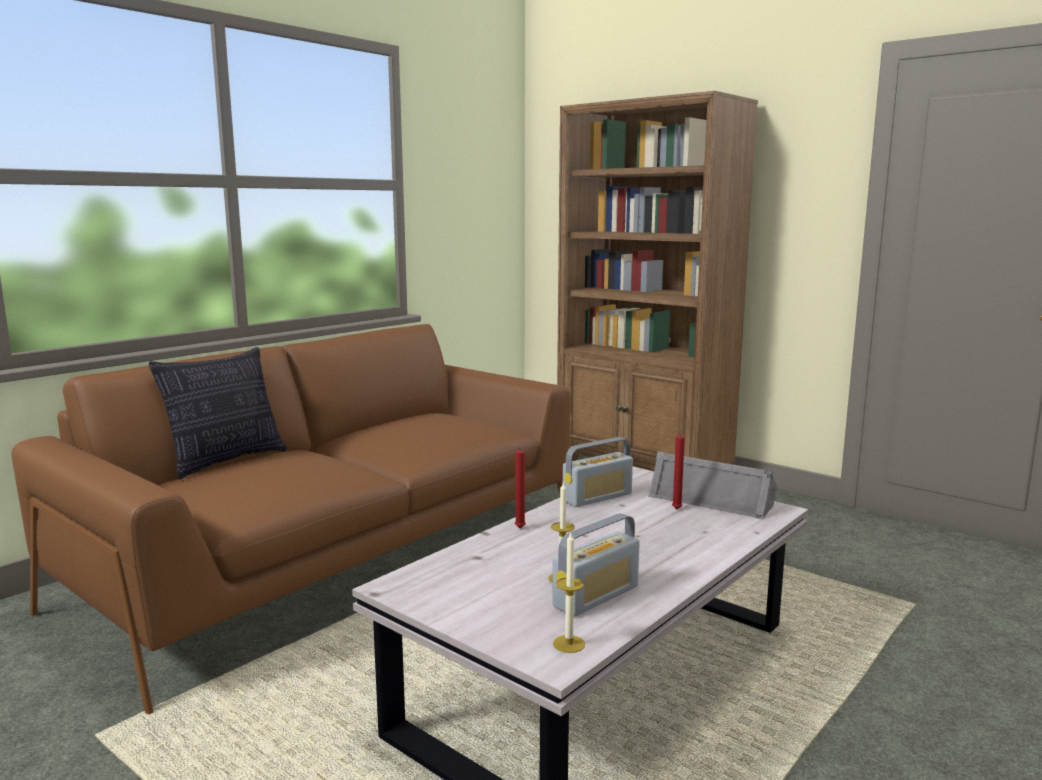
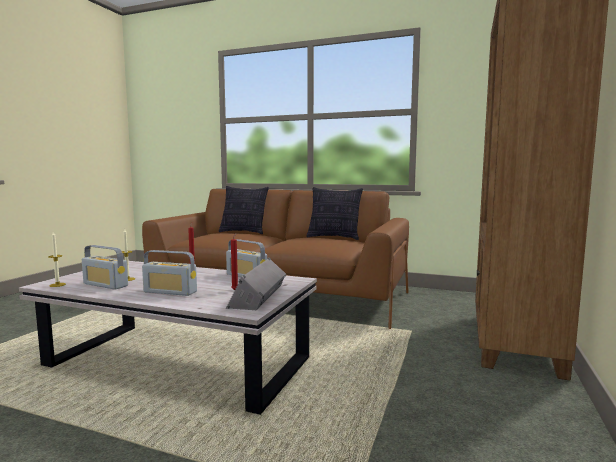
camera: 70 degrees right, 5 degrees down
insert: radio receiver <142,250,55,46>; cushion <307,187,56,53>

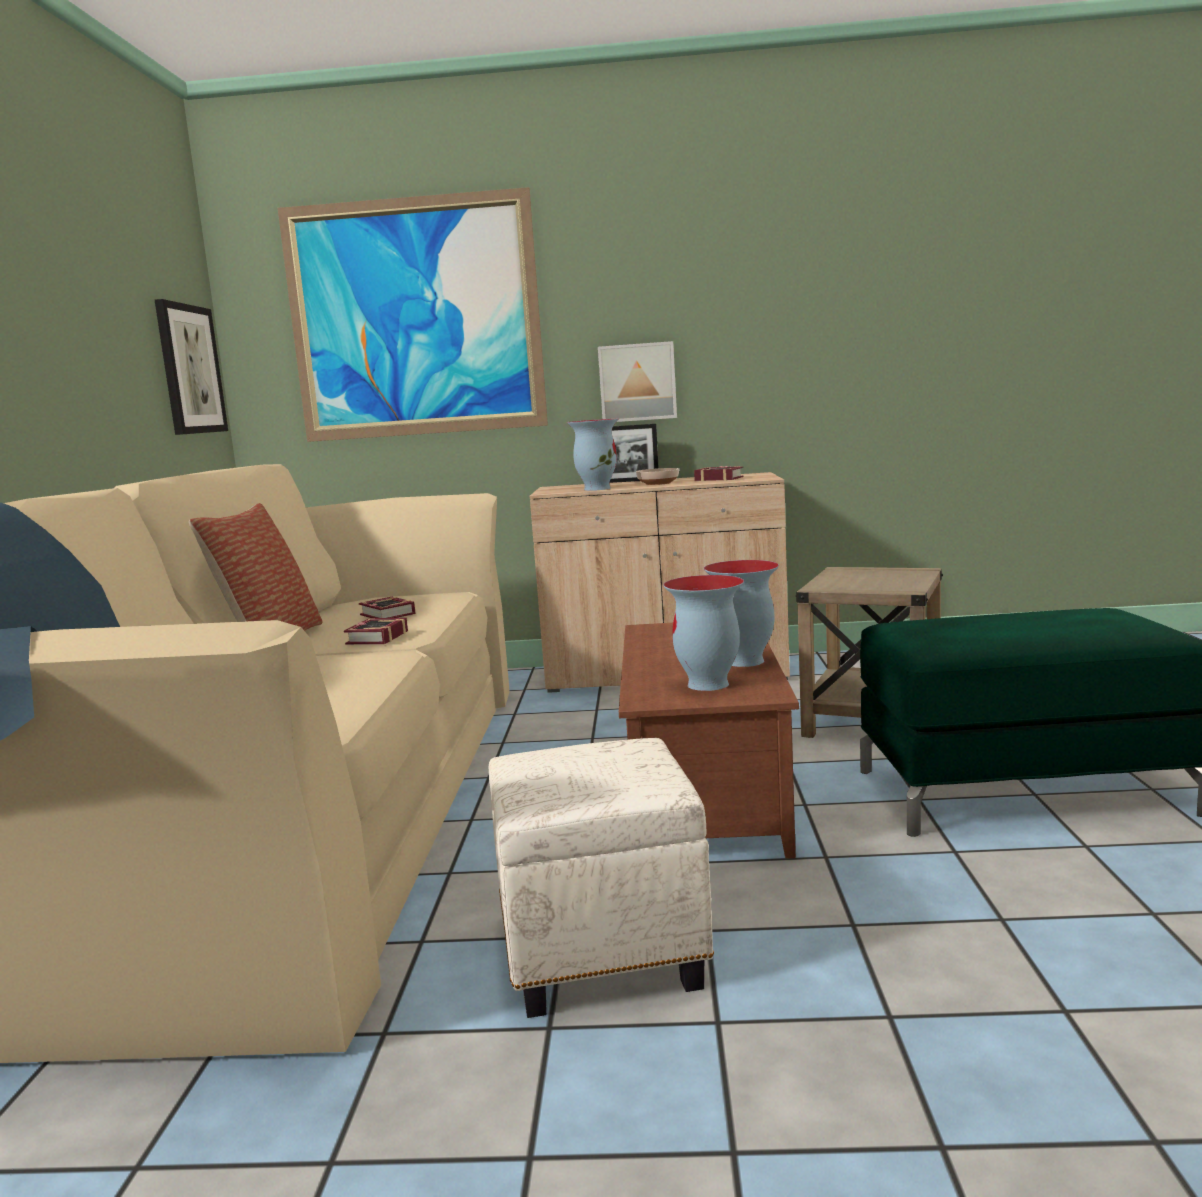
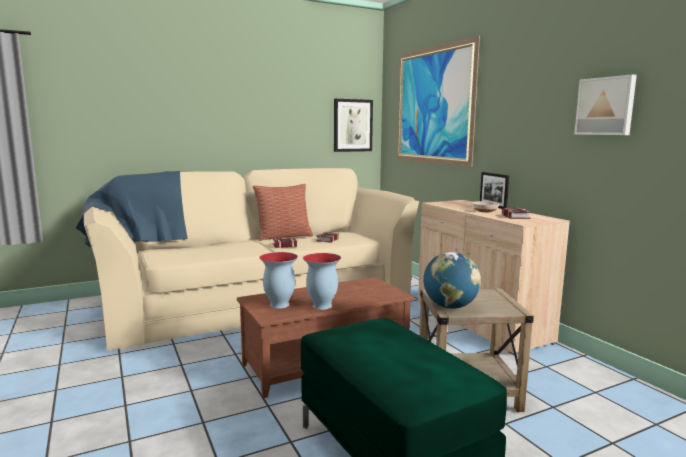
camera: 60 degrees right, 0 degrees up
delete: white pouffe <489,738,225,280>; vase <567,419,51,72>
insert: desk globe <423,252,58,57>
move: picture <598,341,79,81> to <574,74,63,61>

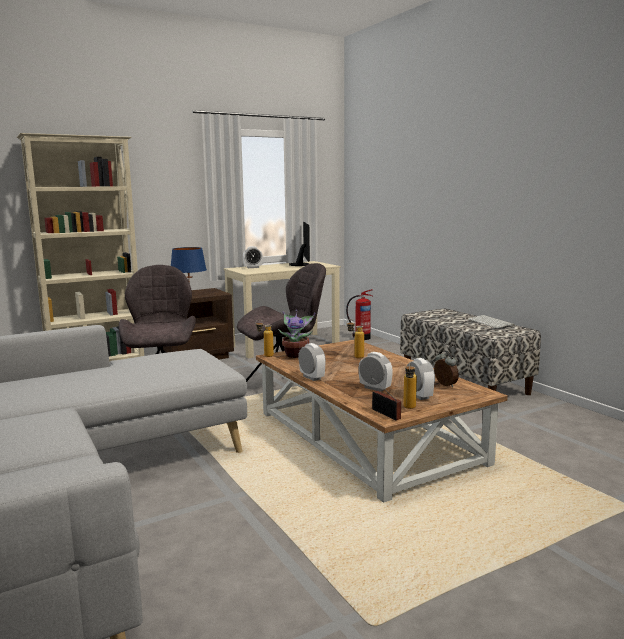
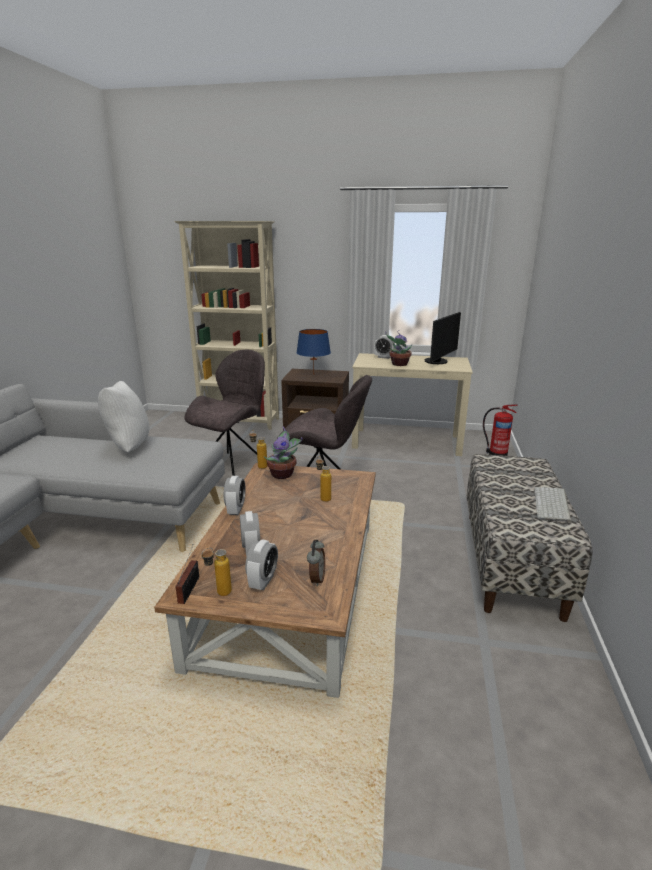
camera: 40 degrees right, 10 degrees up
insert: white cushion <98,381,51,71>; plant in a pot <385,330,27,36>

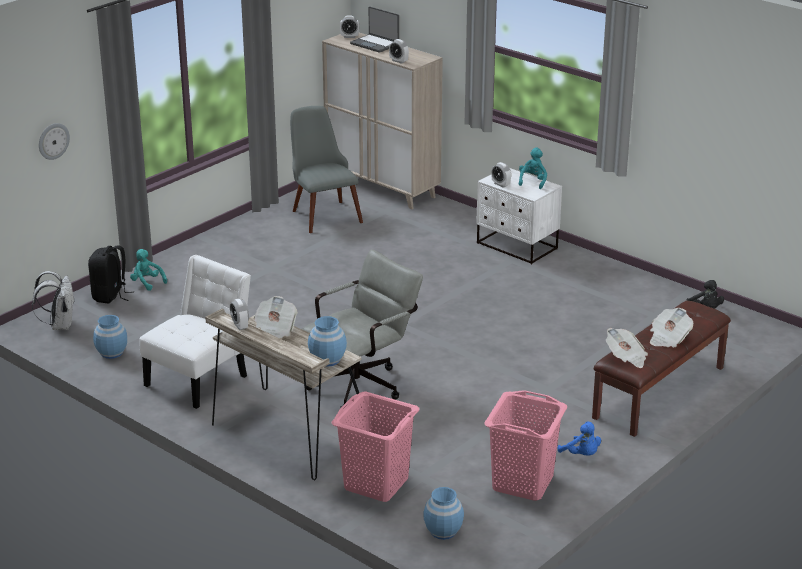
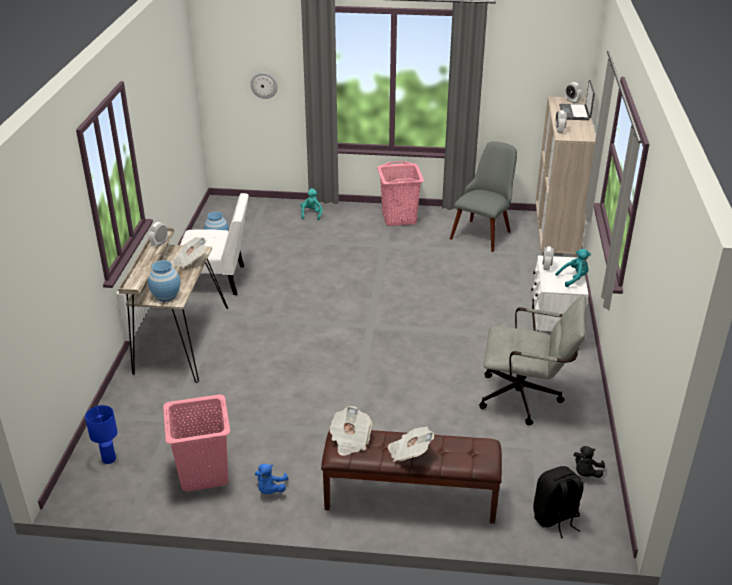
camera: 55 degrees right, 5 degrees up
delete: white rucksack <32,271,42,59>
move: black-coloured rucksack <88,245,46,59> to <533,466,51,72>; gray desk chair <302,249,121,160> to <479,295,107,130>; pinkish hamper <331,391,88,111> to <377,161,47,65>
replace: blue vase <423,487,41,53> to blue table lamp <85,405,33,59>

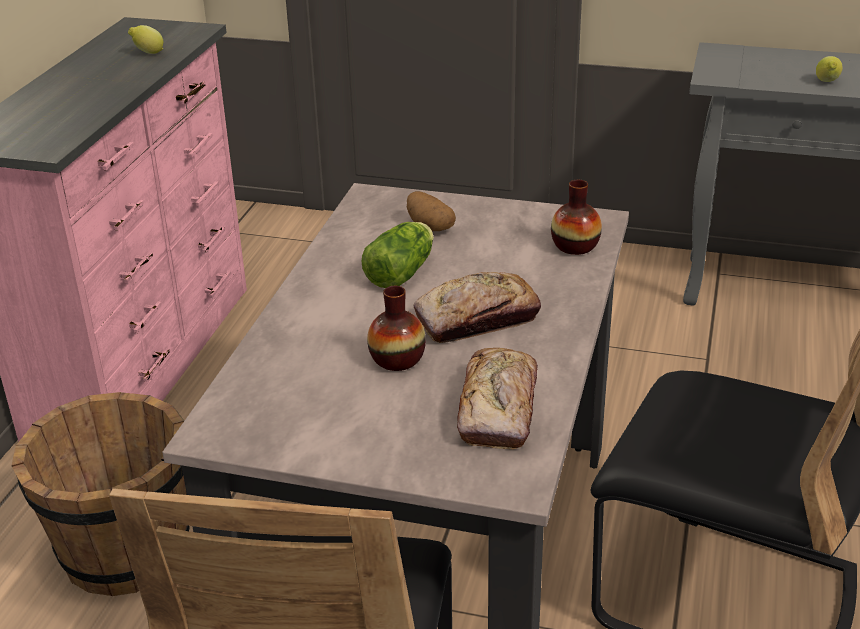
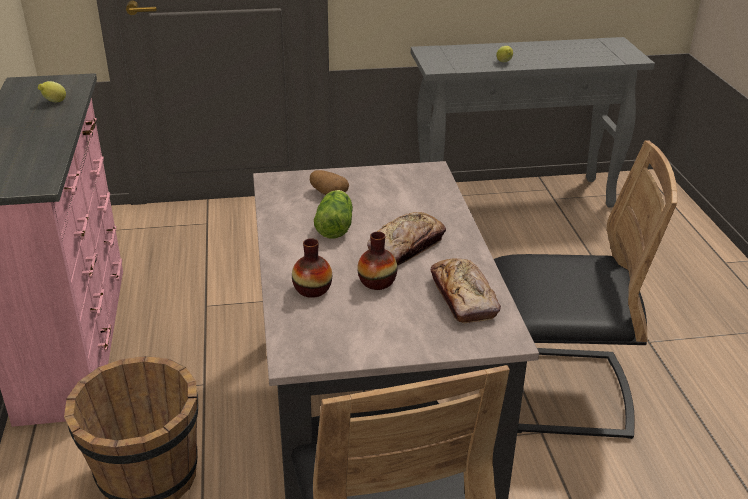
camera: 25 degrees left, 0 degrees up
move: vase <551,180,51,75> to <292,238,40,60>

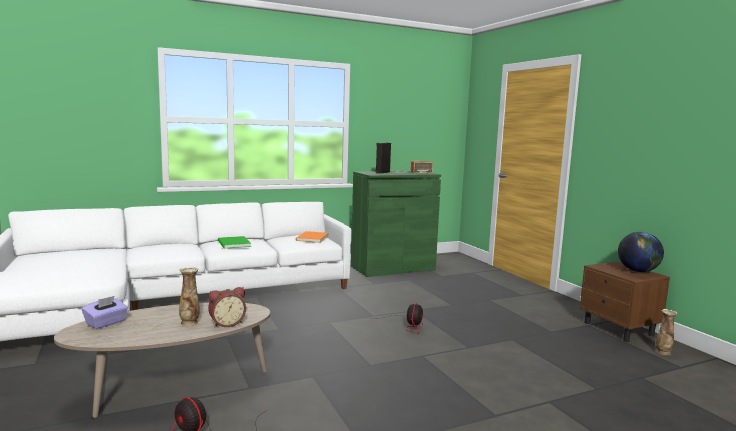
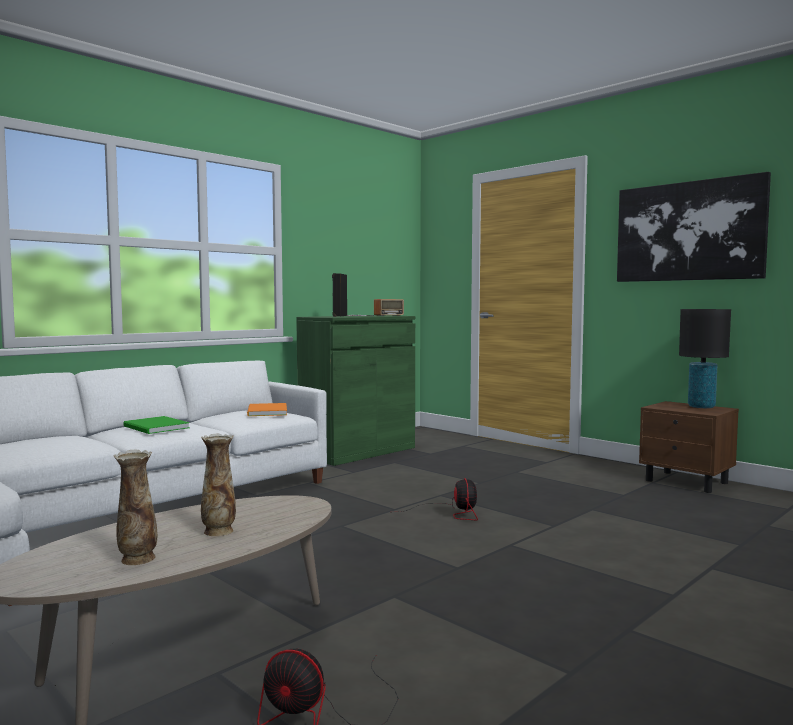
camera: 20 degrees left, 5 degrees down
delete: purplish tissue box <82,296,46,33>; bedside clock <208,287,38,41>
insert: picture <617,172,154,110>
move: vase <656,309,21,46> to <114,449,43,116>
replace: desk globe <618,232,46,40> to black-coloured table lamp <679,309,52,99>

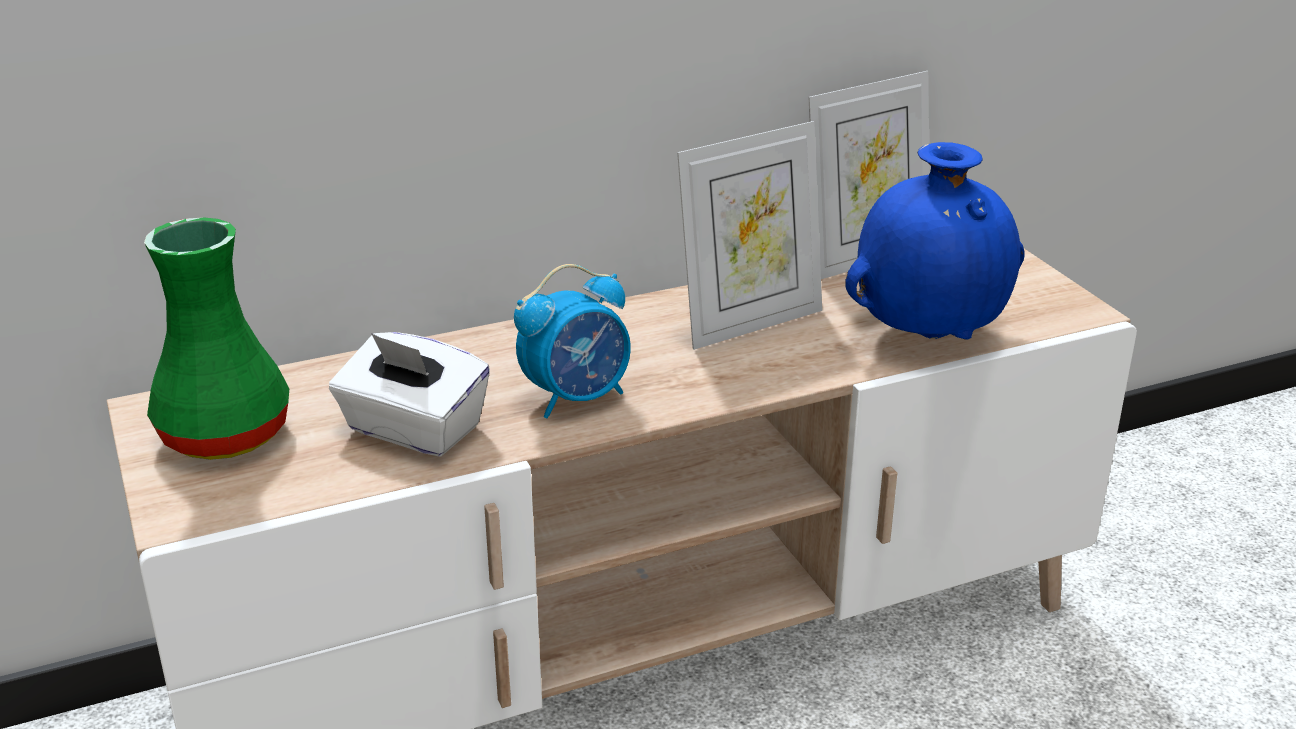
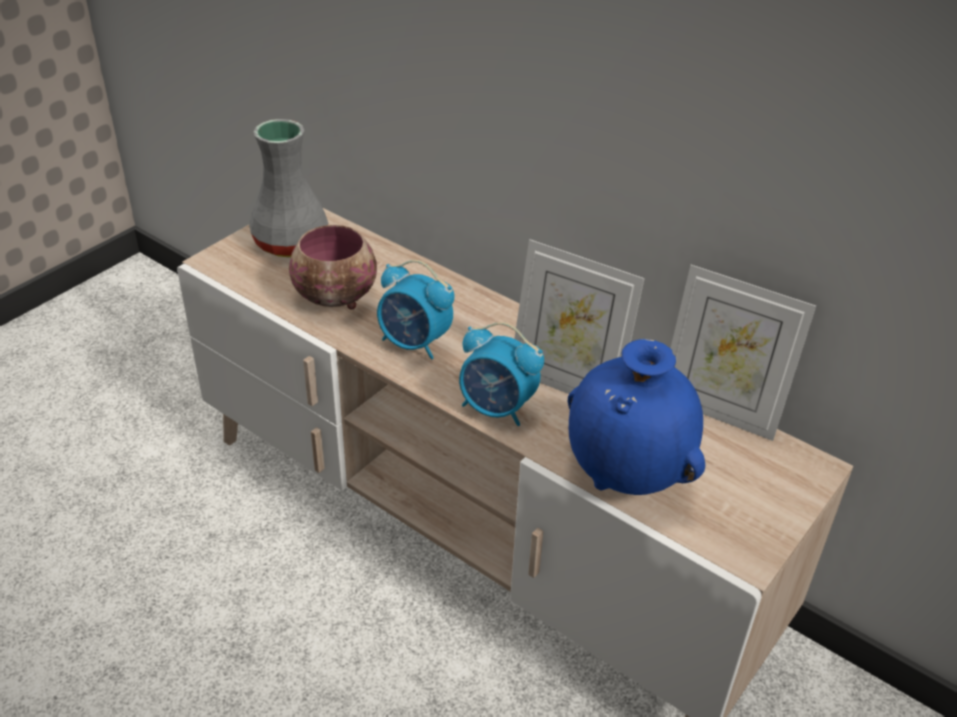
camera: 60 degrees right, 10 degrees up
insert: bedside clock <459,322,85,104>
replace: white tissue box <329,332,161,124> to bowl <289,225,88,84>
recolor: green-coloured vase <144,217,145,243> to gray vase <249,119,79,138>

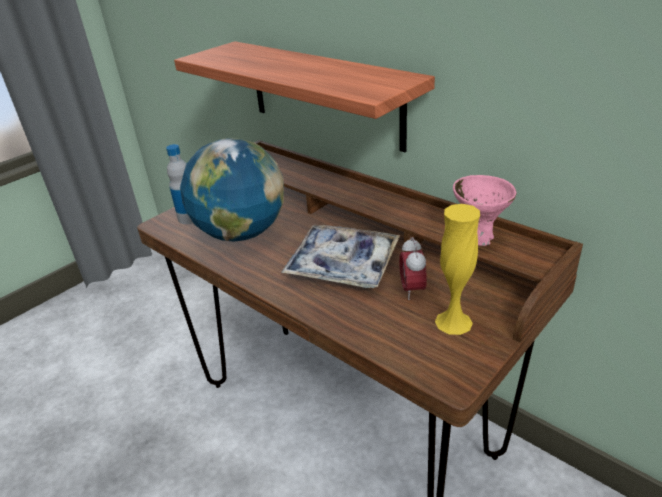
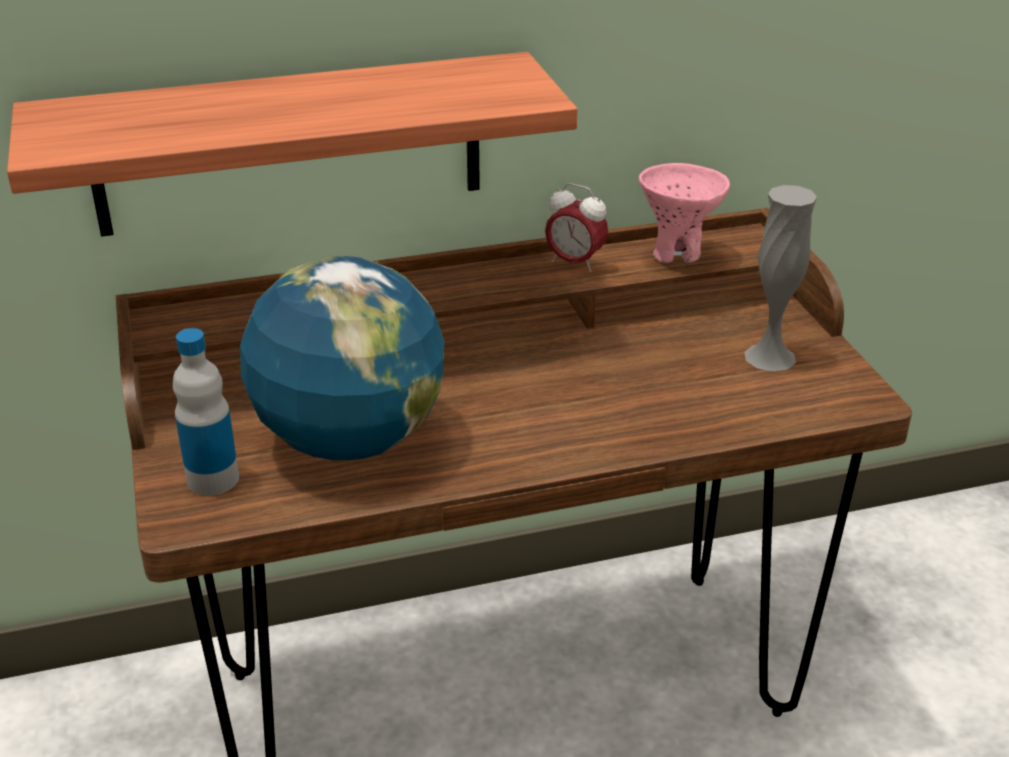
camera: 60 degrees left, 0 degrees up
delete: tray <281,225,119,63>
move: bedside clock <399,237,28,63> to <545,183,63,89>
recolor: yellow-coloured vase <435,204,45,131> to gray vase <745,185,72,187>

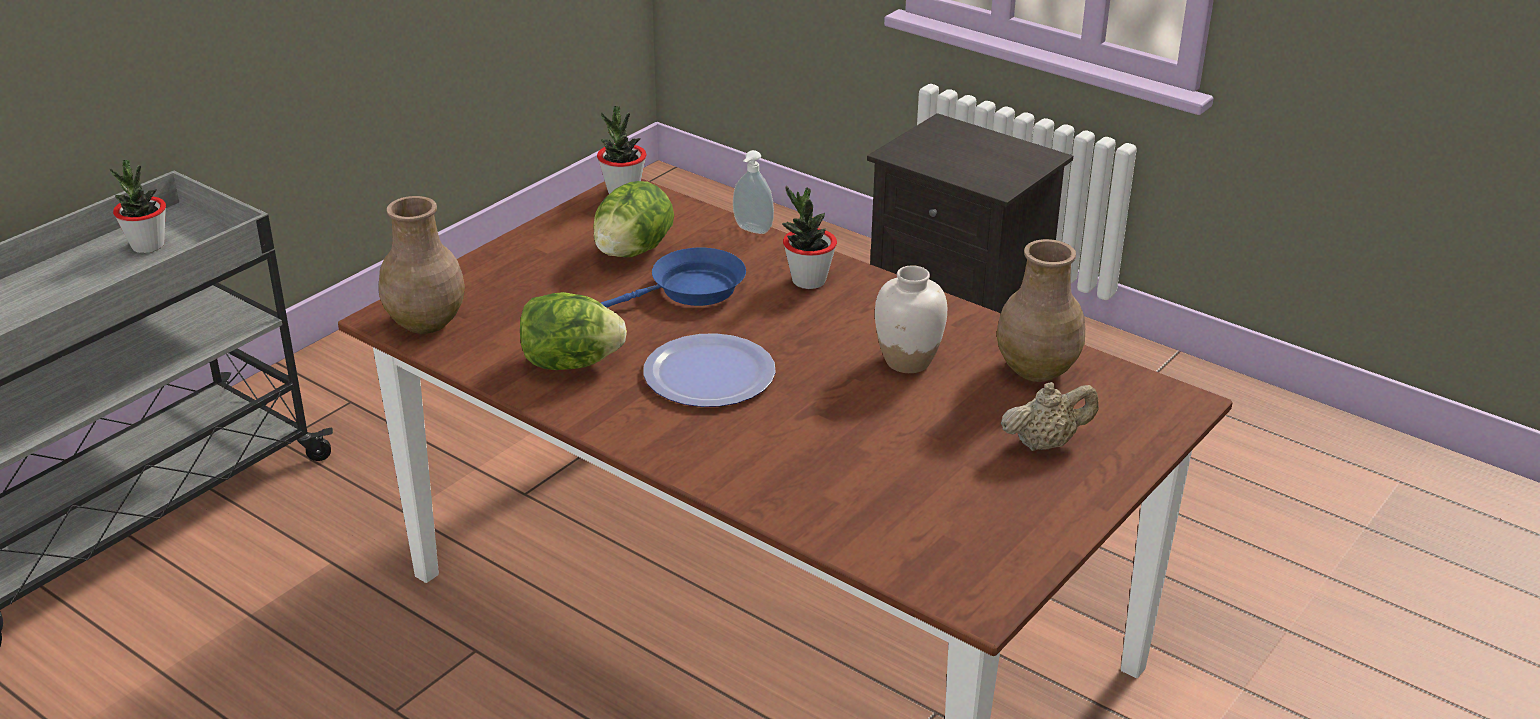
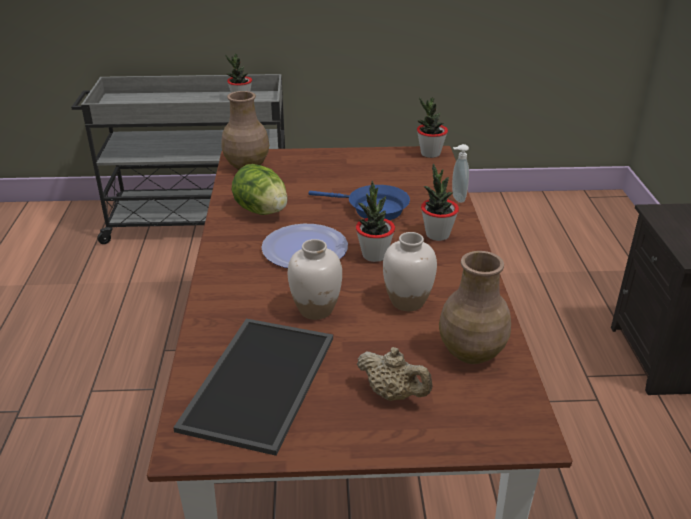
camera: 50 degrees right, 0 degrees up
delete: lettuce <593,181,81,76>
insert: tray <173,319,160,137>; white vase <288,239,54,81>; plant in a pot <356,181,39,81>

